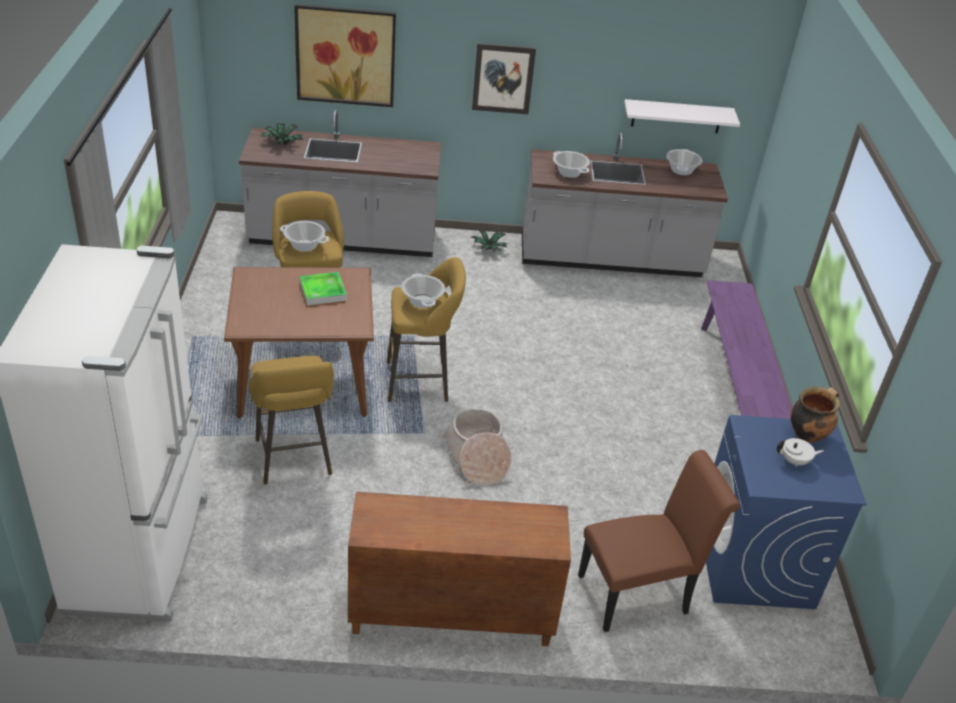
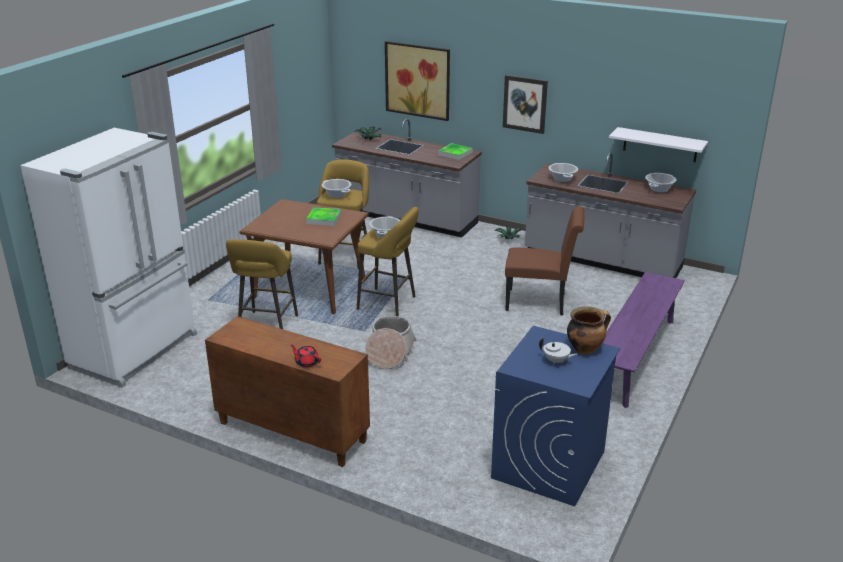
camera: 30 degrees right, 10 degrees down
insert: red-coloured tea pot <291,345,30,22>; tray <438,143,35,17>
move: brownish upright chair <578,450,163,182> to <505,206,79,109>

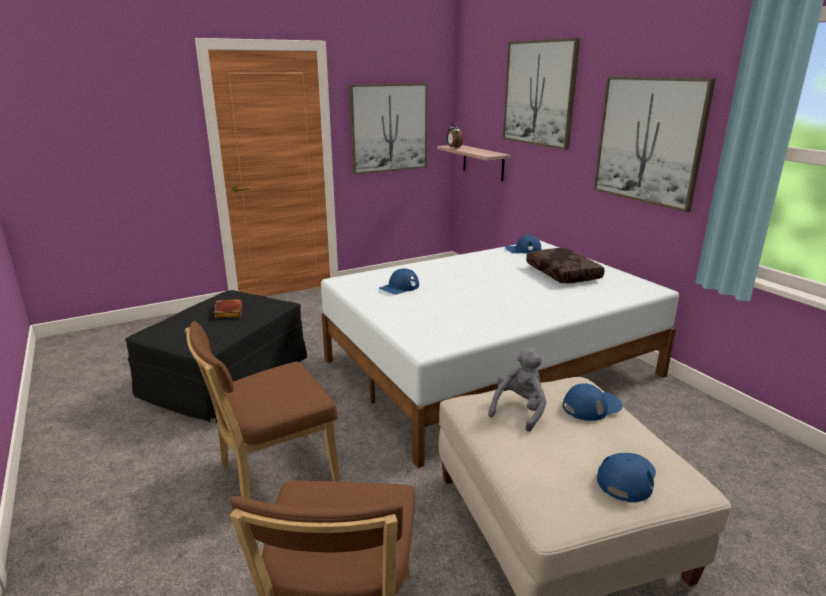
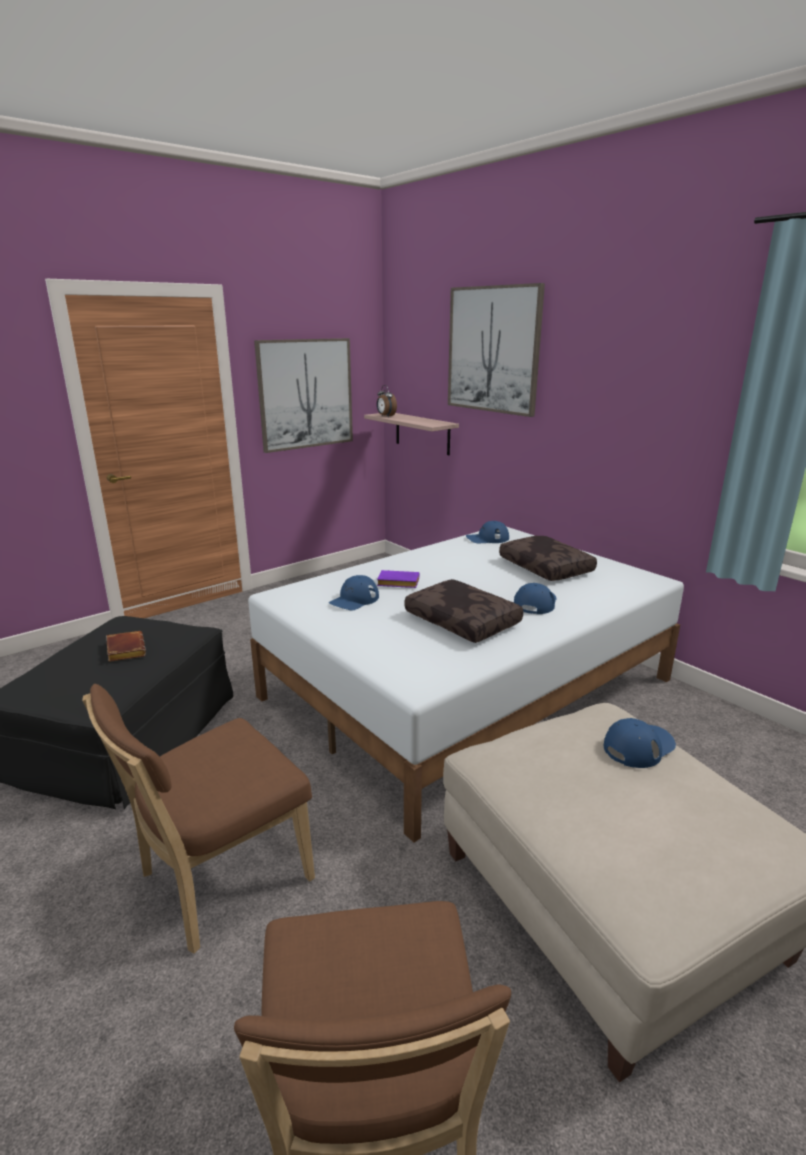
camera: 10 degrees left, 0 degrees up
delete: gray plush toy <488,347,59,85>; picture <594,76,122,136>
insert: purplish bound book <377,570,43,18>; brownish cushion <404,579,119,64>
move: blue peaked cap <597,453,59,49> to <514,583,42,31>

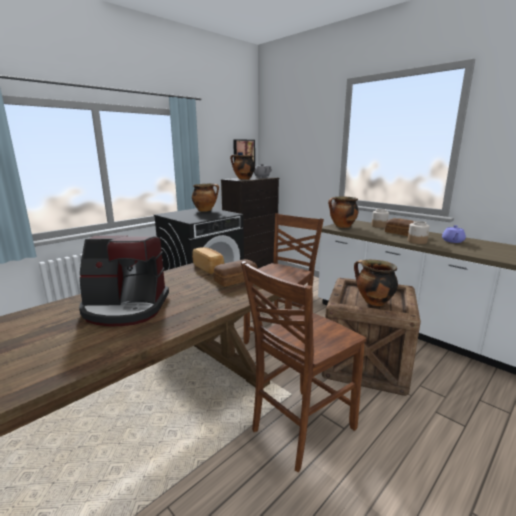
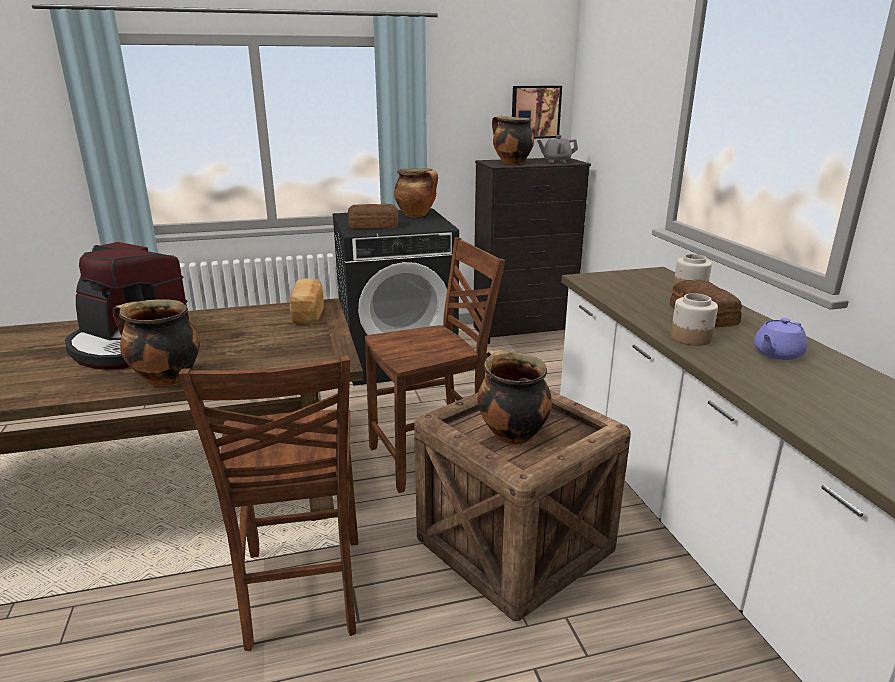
camera: 30 degrees right, 5 degrees up
move: bread <213,259,45,28> to <348,204,50,24>; stockpot <328,197,31,31> to <113,299,87,87>
rotate: brownish upright chair <241,261,125,211> = <179,356,179,295> 90 degrees counterclockwise

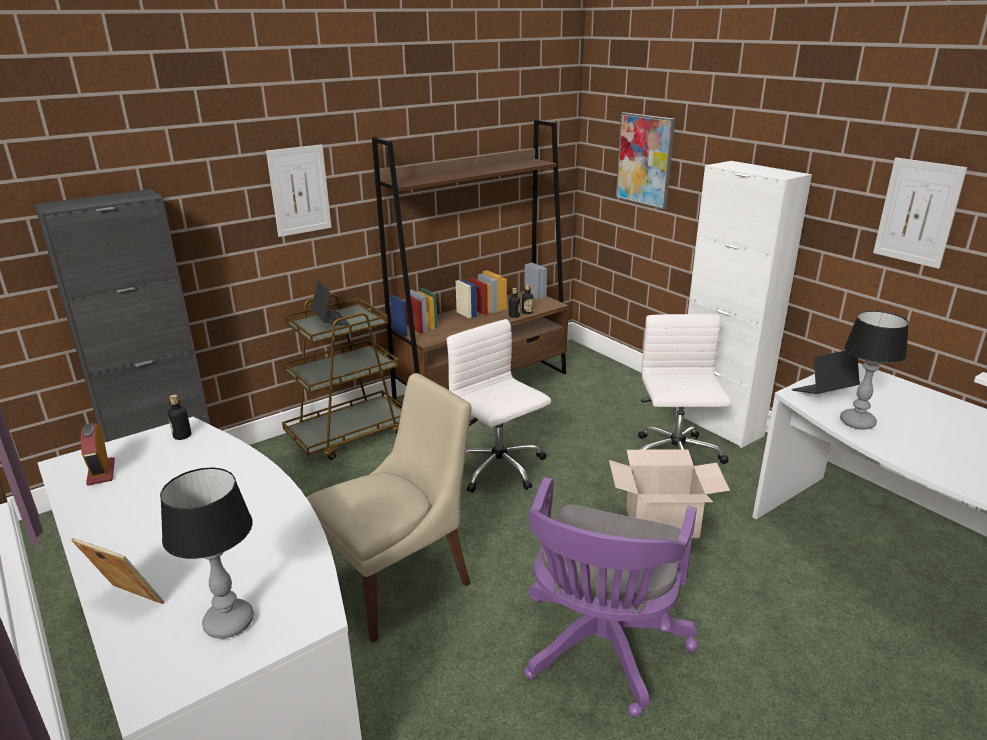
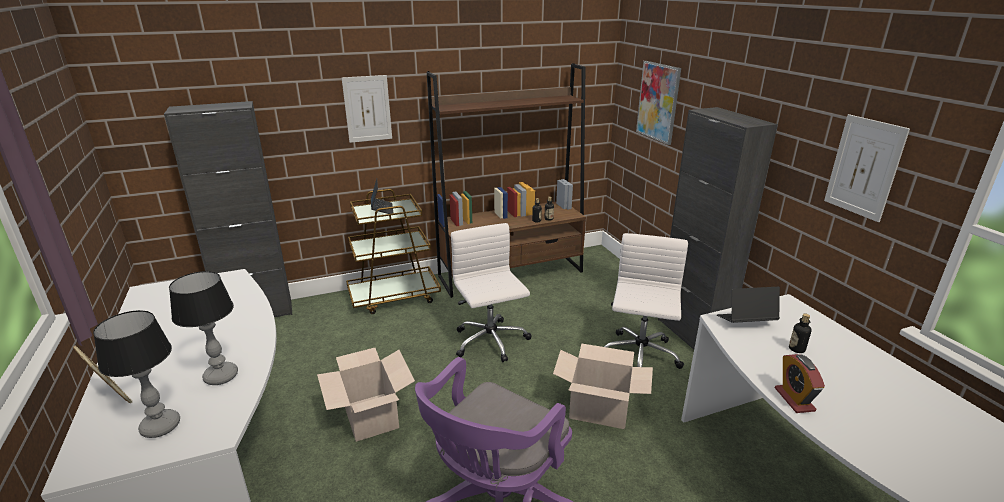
camera: 15 degrees right, 0 degrees up
move: bedside clock <81,423,34,63> to <775,354,50,59>; drink bottle <168,395,23,45> to <789,313,23,40>; table lamp <840,311,69,119> to <169,271,69,114>
replace: sand-coloured upright chair <306,373,165,270> to carton <317,348,98,94>
recolor: white cabinet <676,161,136,287> to black-coloured cabinet <658,107,120,242>

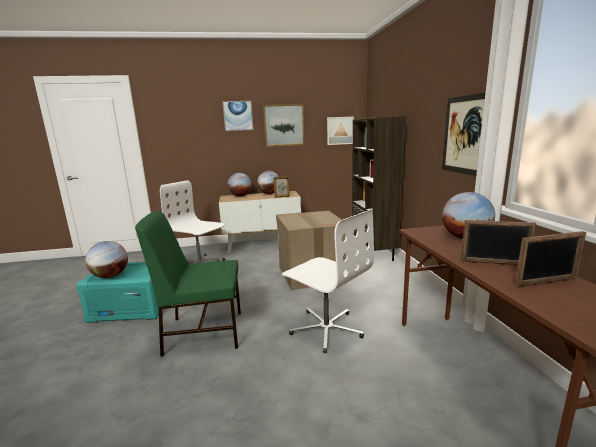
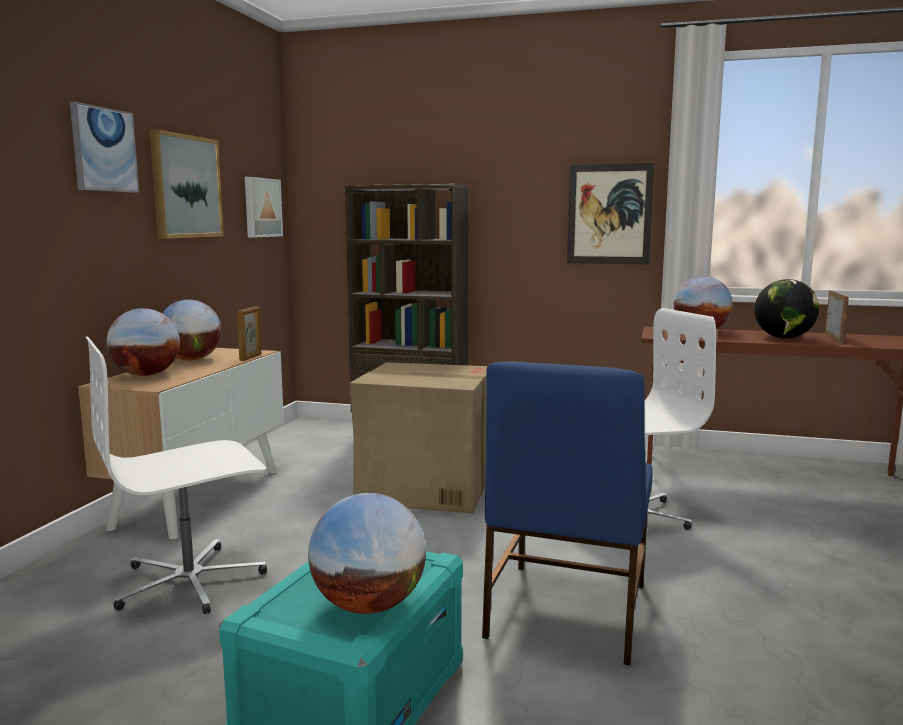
camera: 65 degrees left, 5 degrees down
replace: standing frame <461,220,76,45> to desk globe <754,279,65,59>
recolor: green-coloured upright chair <135,211,106,146> to blue upright chair <482,361,171,305>

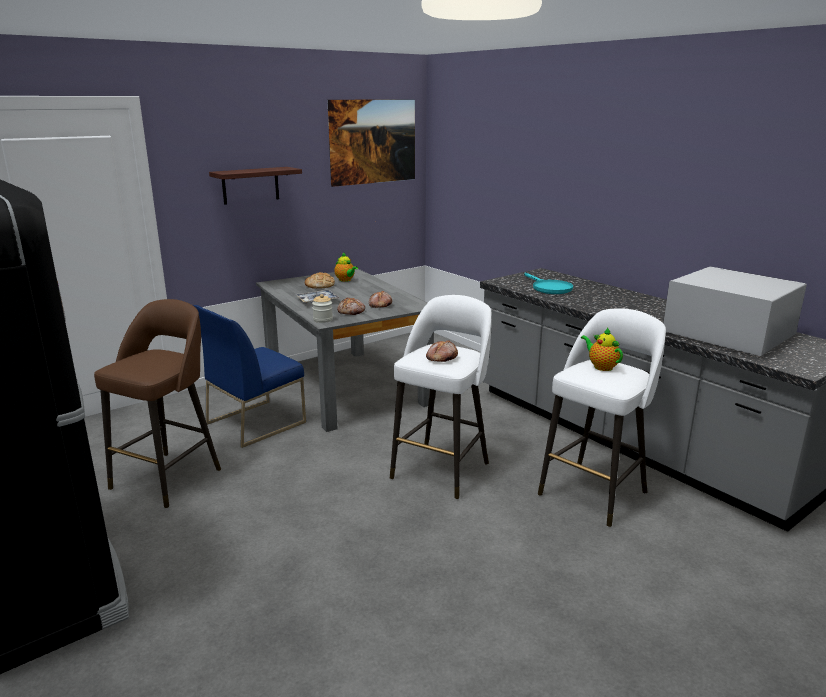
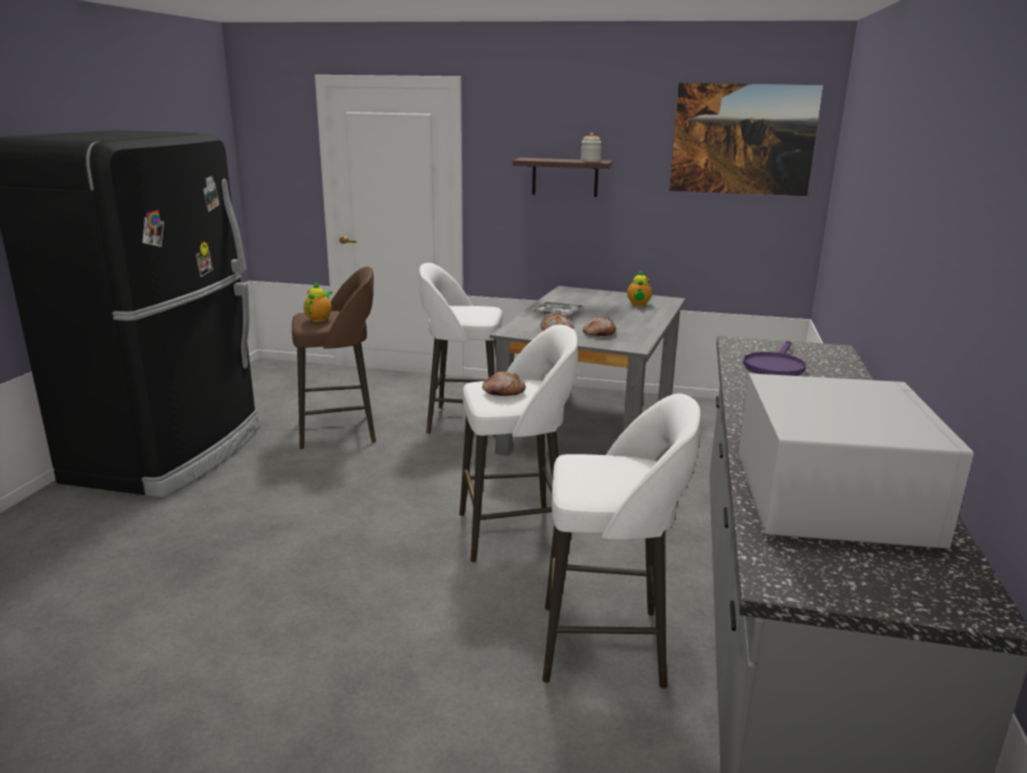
camera: 50 degrees right, 0 degrees up
delete: bread <305,272,30,17>
move: jar <312,294,21,29> to <581,133,21,29>; tea pot <581,328,42,43> to <304,282,28,40>
replace: blue upright chair <193,305,113,143> to white stool <419,263,84,174>
recolor: blue-green pan <524,273,49,21> to purplish pan <743,341,63,35>

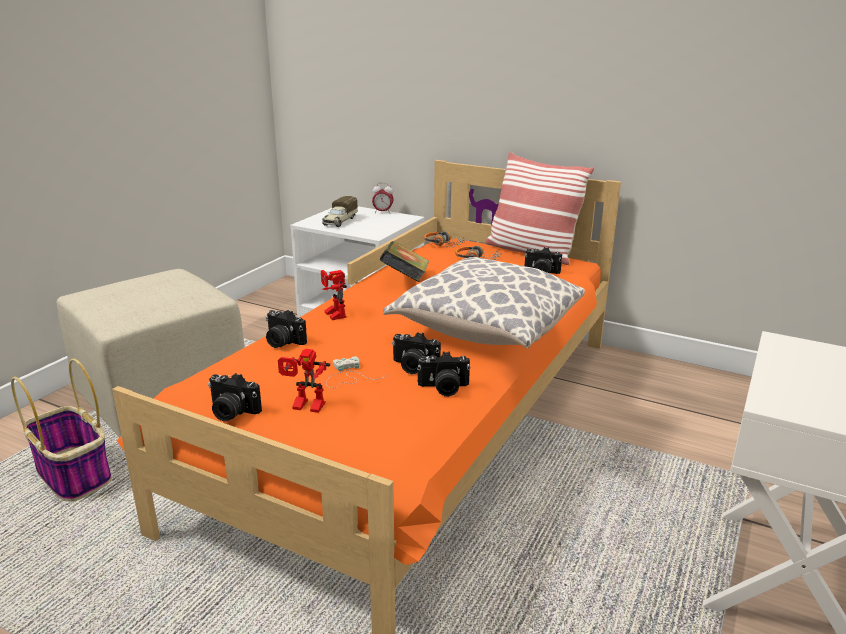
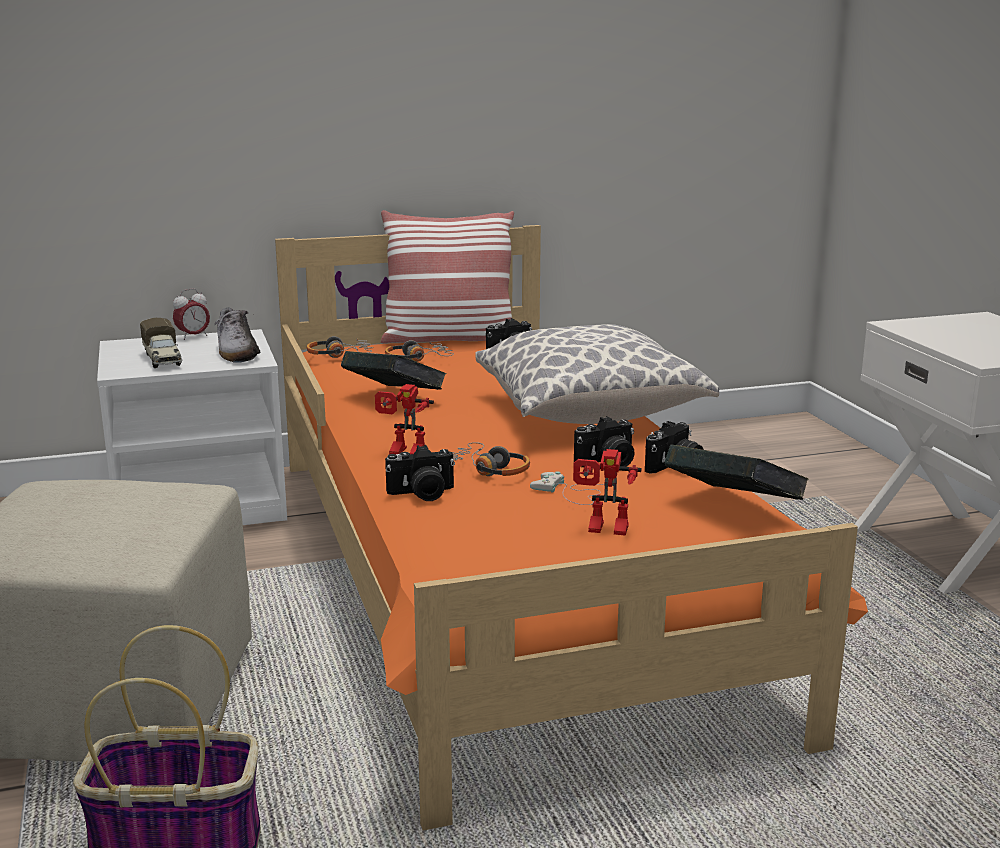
camera: 45 degrees left, 5 degrees down
delete: still camera <208,373,54,48>
insert: shoe <214,308,46,55>; pair of headphones <452,442,78,34>; bound book <665,445,144,55>
rotate: toy robot <278,349,52,64> = <573,449,69,87> 45 degrees clockwise

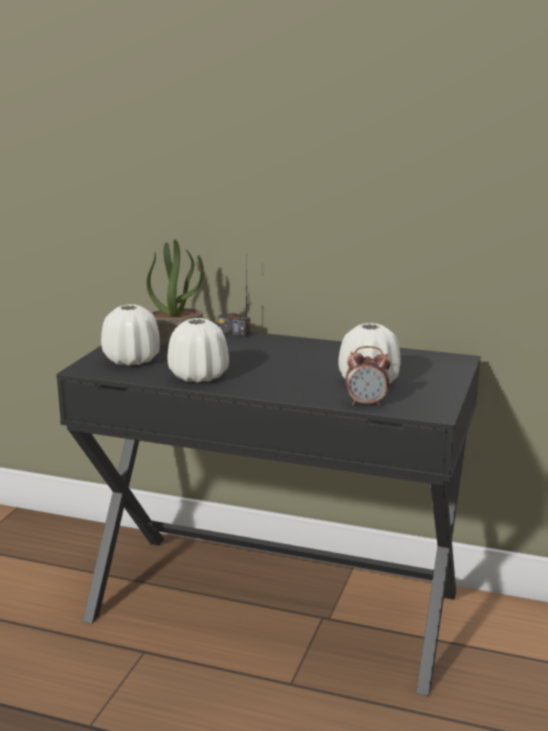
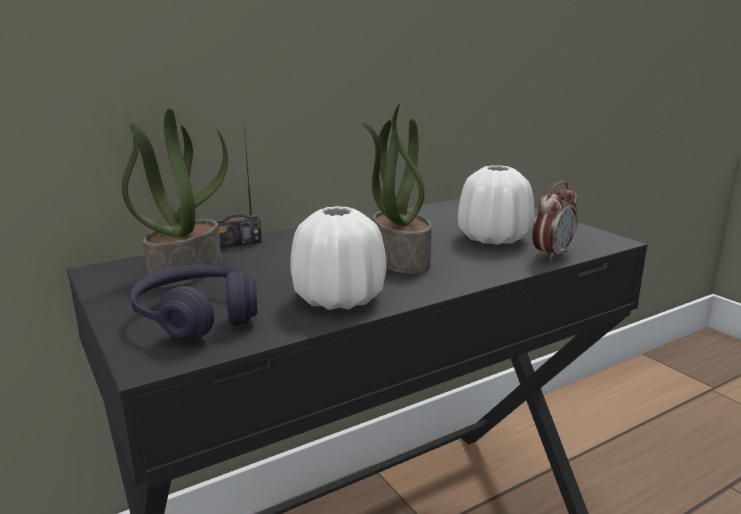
camera: 50 degrees left, 0 degrees up
insert: plant in a pot <361,103,71,171>
replace: white vase <101,304,59,62> to purplish pair of headphones <131,265,127,77>

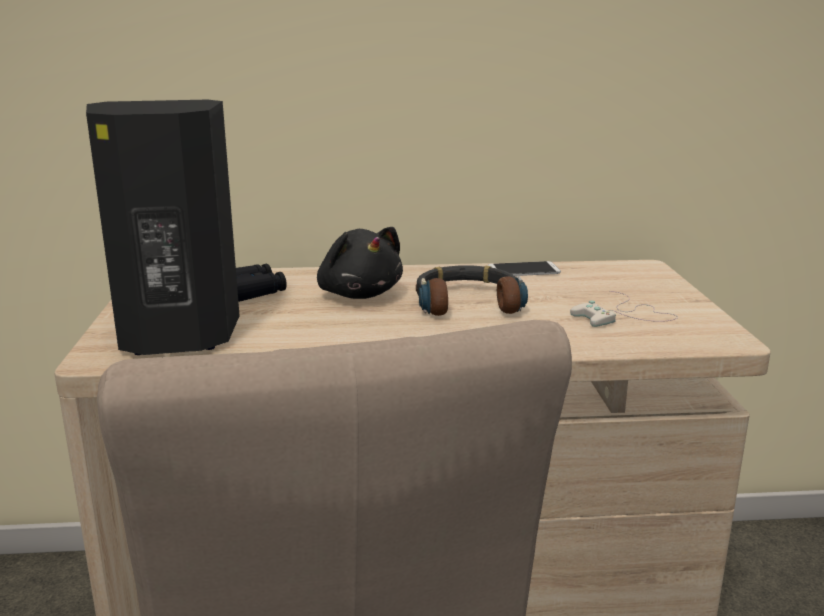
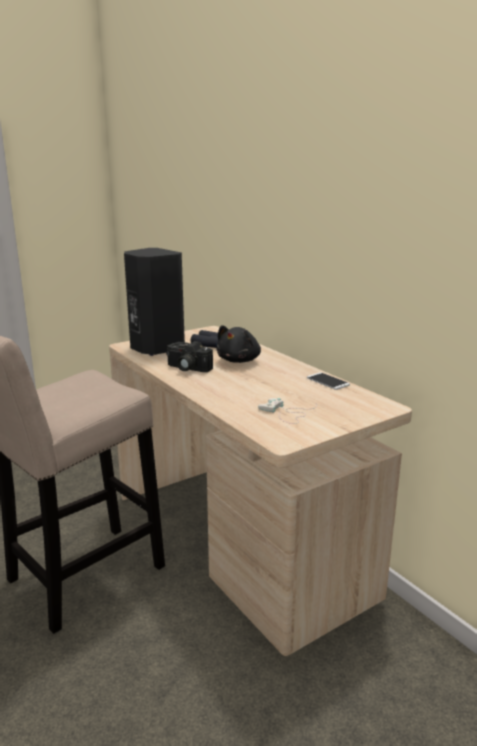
camera: 60 degrees right, 0 degrees up
delete: pair of headphones <416,265,112,51>
insert: still camera <166,341,47,31>

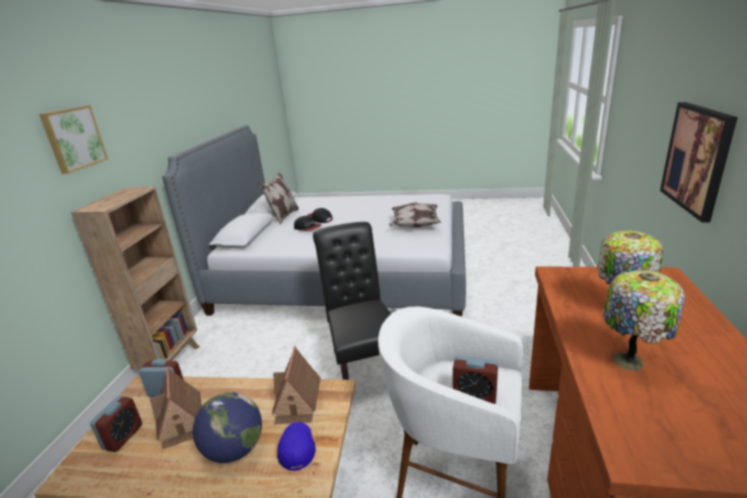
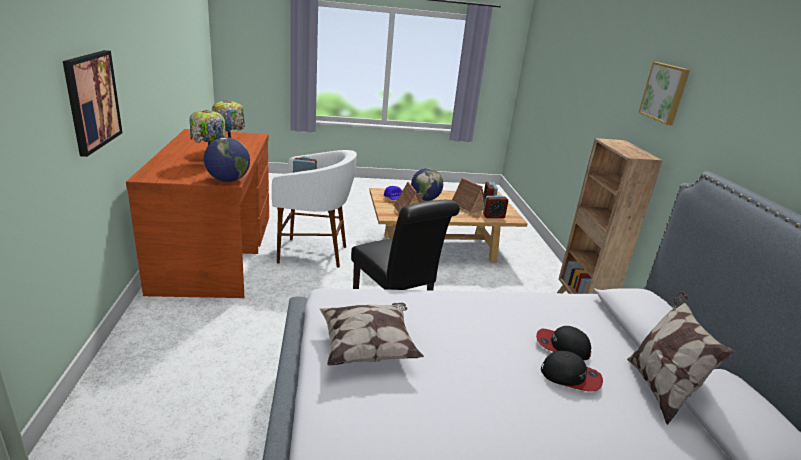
camera: 160 degrees right, 0 degrees up
insert: desk globe <204,137,46,45>

